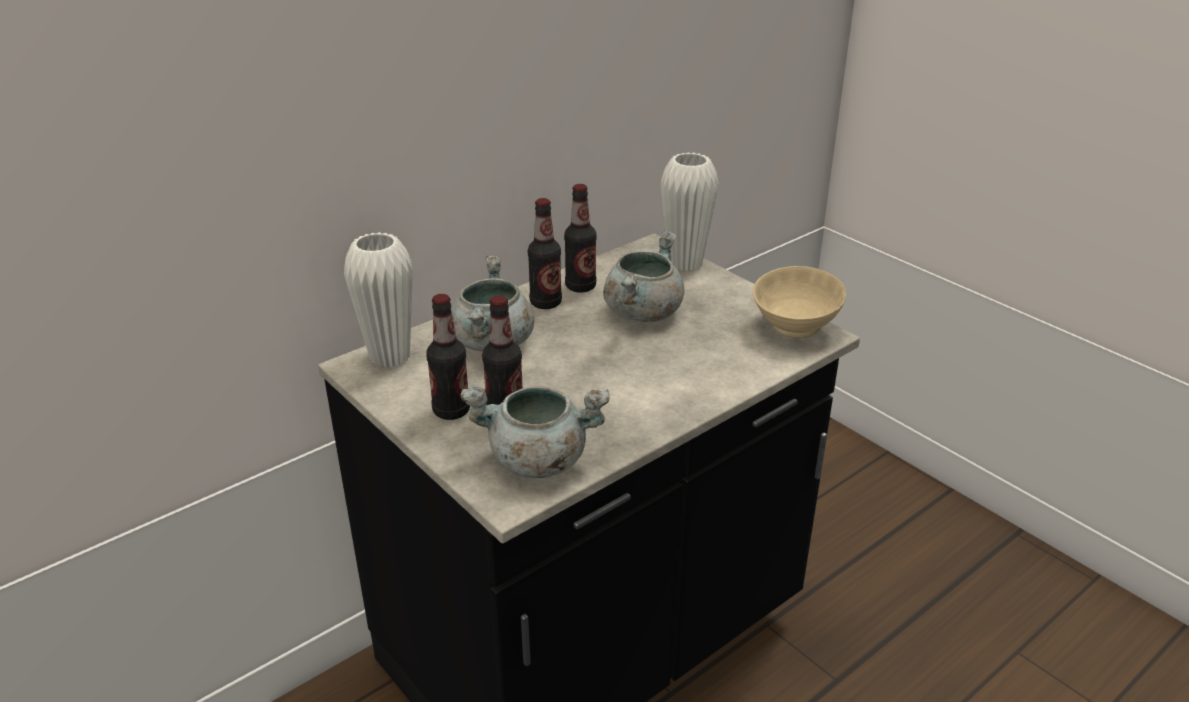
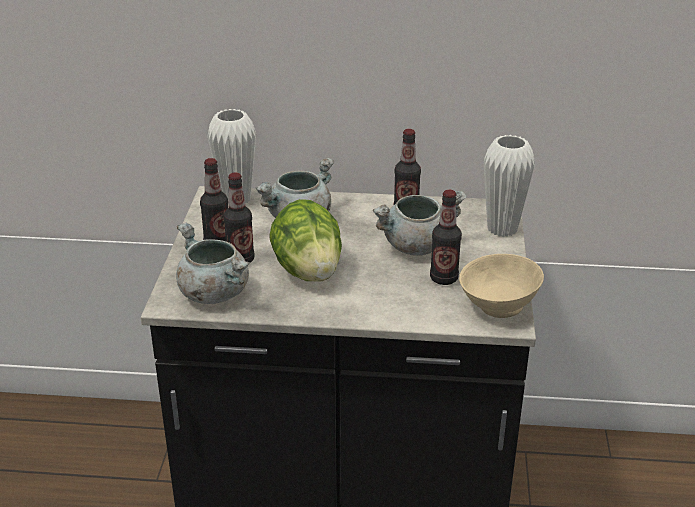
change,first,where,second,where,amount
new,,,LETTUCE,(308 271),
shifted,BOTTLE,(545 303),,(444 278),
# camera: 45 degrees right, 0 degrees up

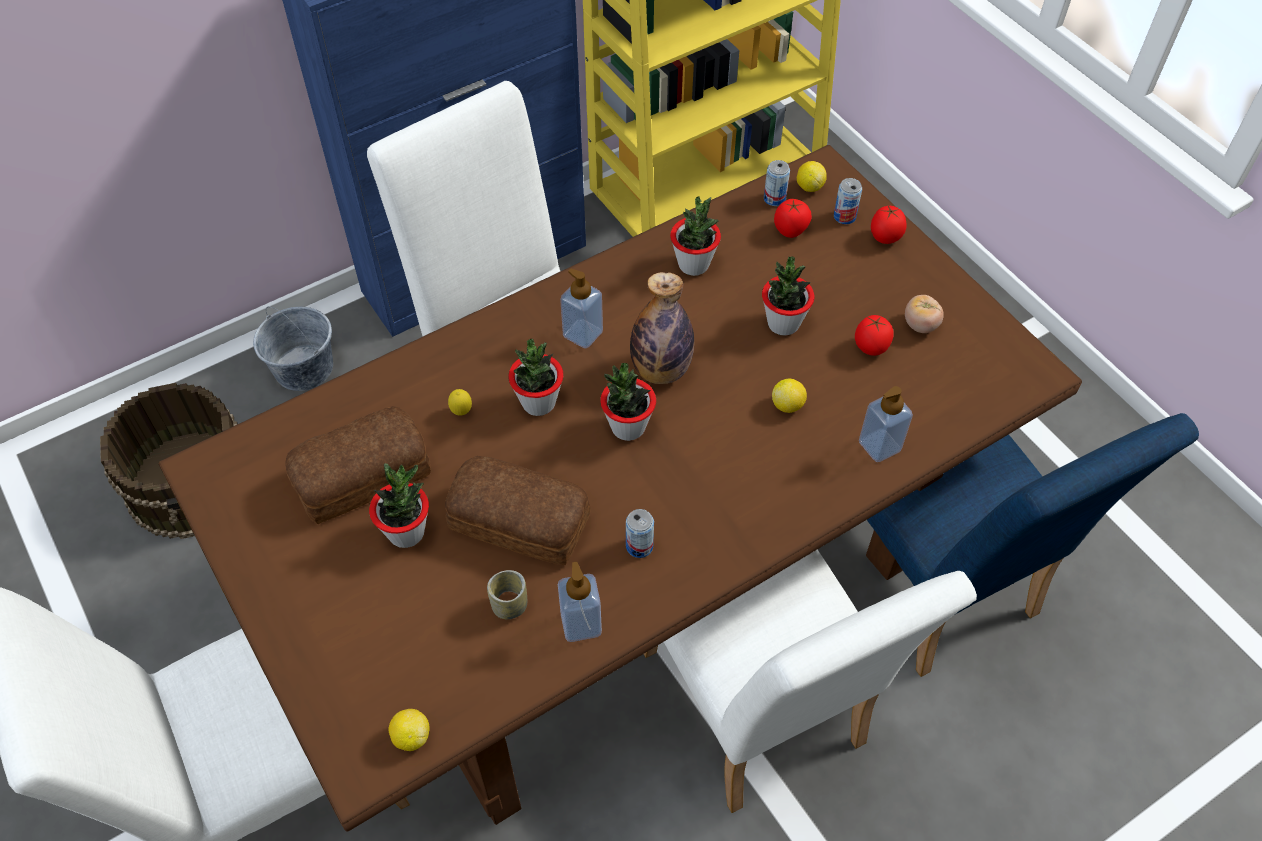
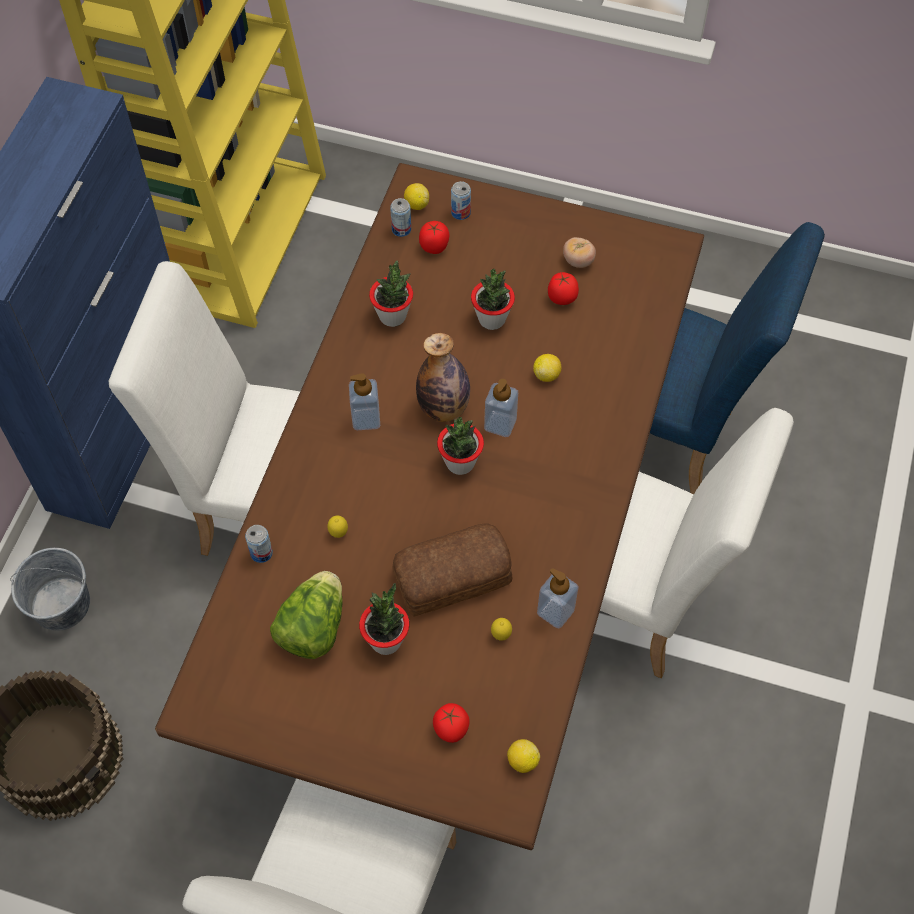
change,first,where,second,where,amount
shifted,CAN,(639 546),,(261 553),
swapped,BREAD,(359 475),LETTUCE,(313 627),
shifted,TOMATO,(884 238),,(450 729),
shifted,SOAP DISPENSER,(879 446),,(500 424),
swapped,CUP,(509 606),LEMON,(501 635),
gone,POTTED PLANT,(538 403),,,
# camera: 40 degrees left, 5 degrees up

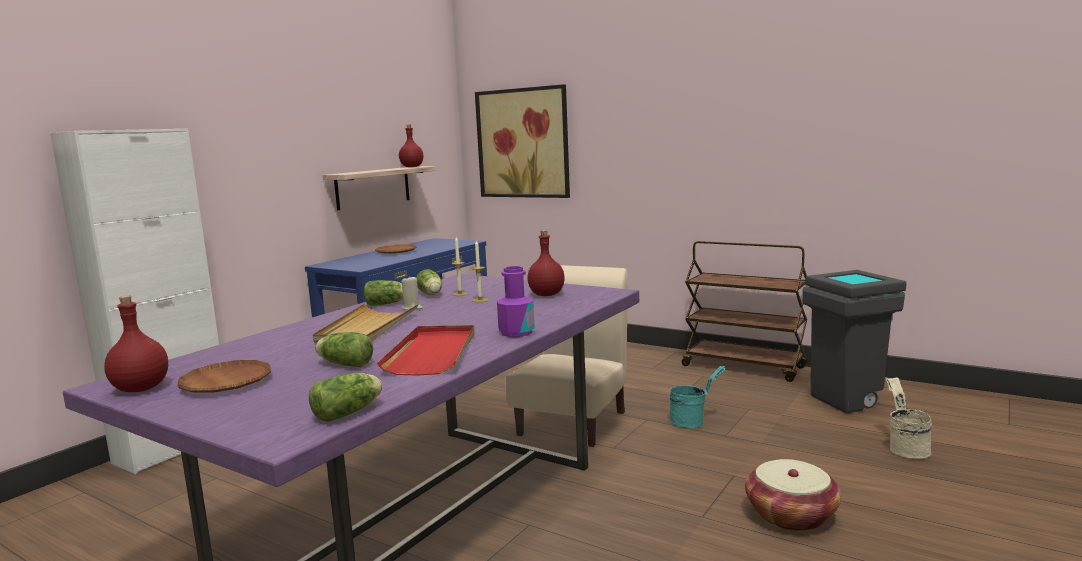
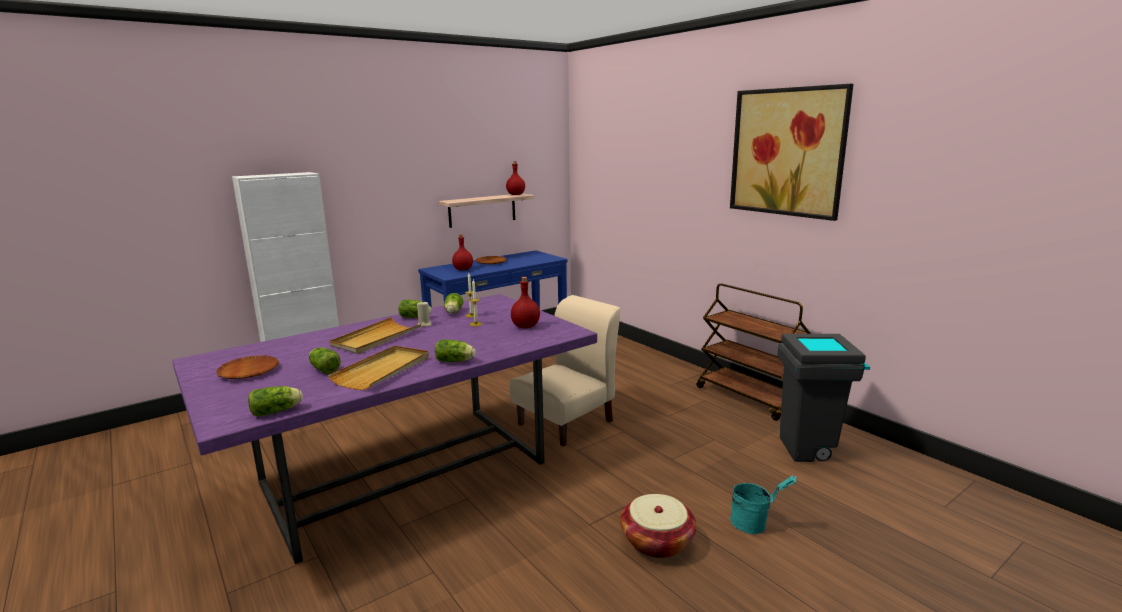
change,first,where,second,where,amount
repainted,RED TRAY,(433 353),BEIGE TRAY,(383 370),
swapped,PURPLE BOTTLE,(516 332),LETTUCE,(456 361),
shifted,RED BOTTLE,(140 388),,(463 269),
shifted,PICTURE,(523 143),,(787 152),
shifted,TURQUOISE BUCKET,(693 422),,(755 524),
gone,BEIGE BUCKET,(905 448),,,
# camera: 20 degrees right, 5 degrees up

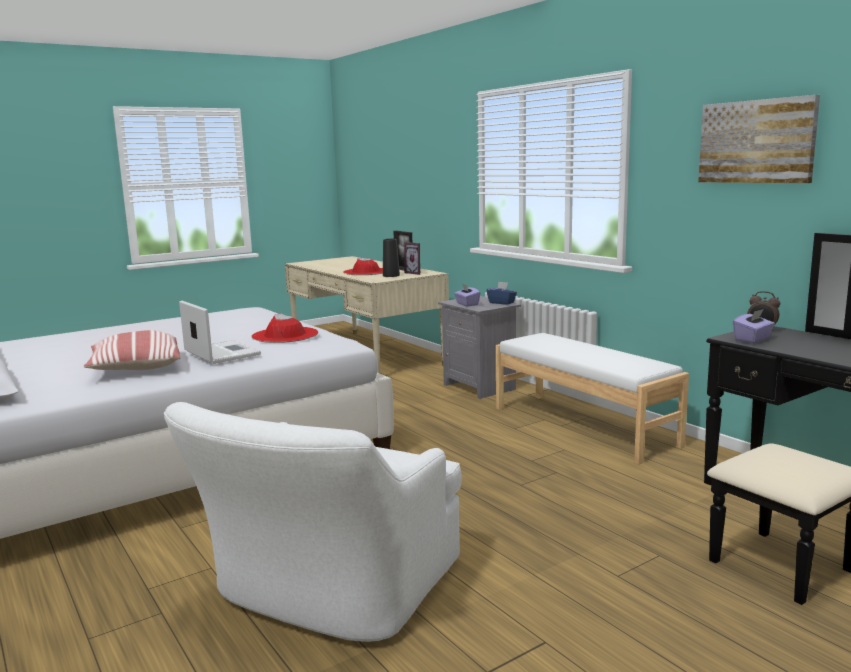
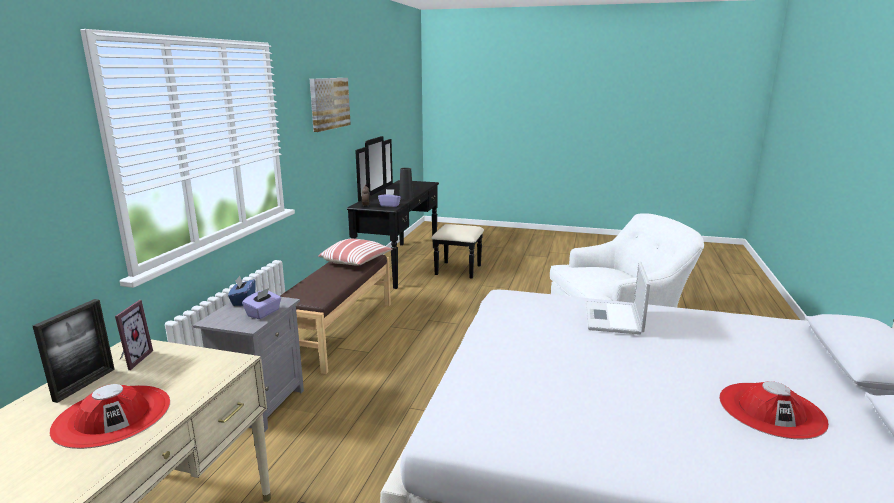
change,first,where,second,where,amount
repainted,WHITE BENCH,(583 426),BROWN BENCH,(338 331),
shifted,PILLOW,(135 368),,(356 262),
shifted,BLACK VASE,(391 275),,(406 197),
shifted,RED HAT,(285 335),,(771 410),
# camera: 130 degrees left, 5 degrees up

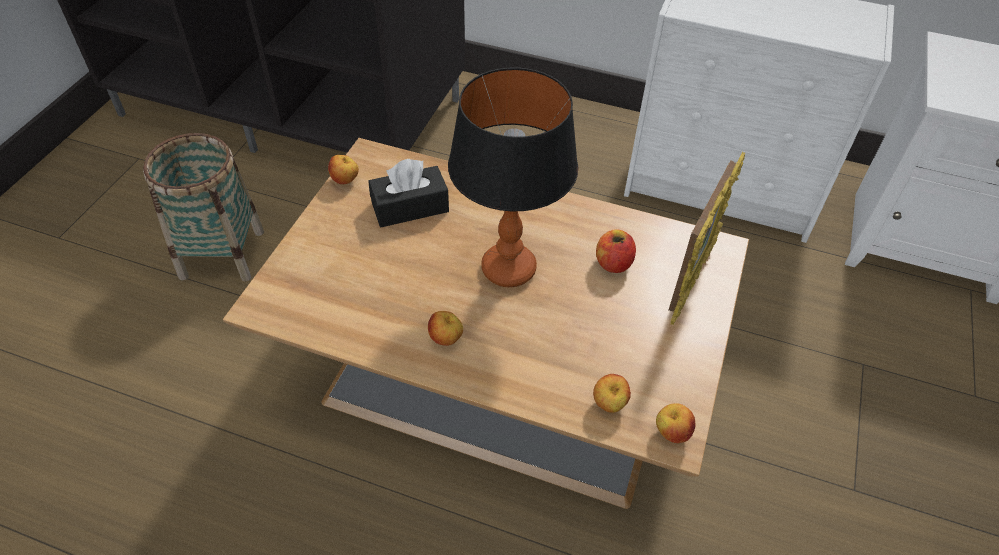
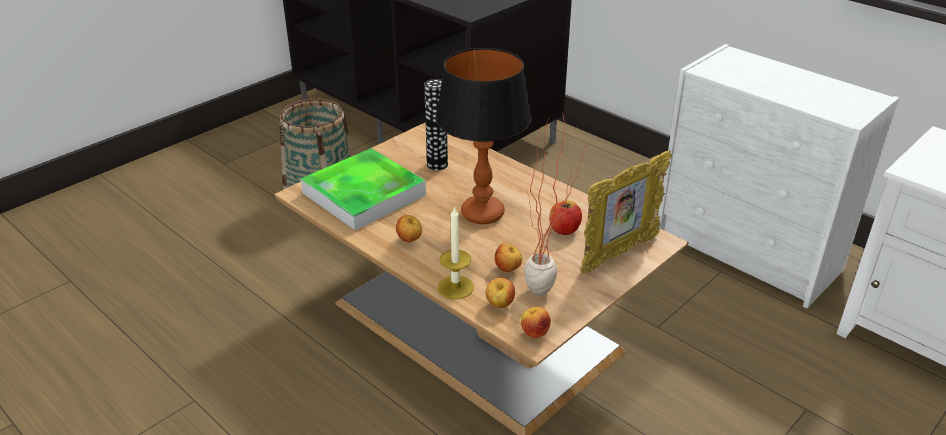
change,first,where,second,where,amount
new,,,TRAY,(364 194),
swapped,BLACK TISSUE BOX,(410 207),VASE,(437 164),
new,,,CANDLE,(455 287),
shifted,APPLE,(345 181),,(508 269),
new,,,POTTED PLANT,(549 294),
# camera: 25 degrees right, 15 degrees down

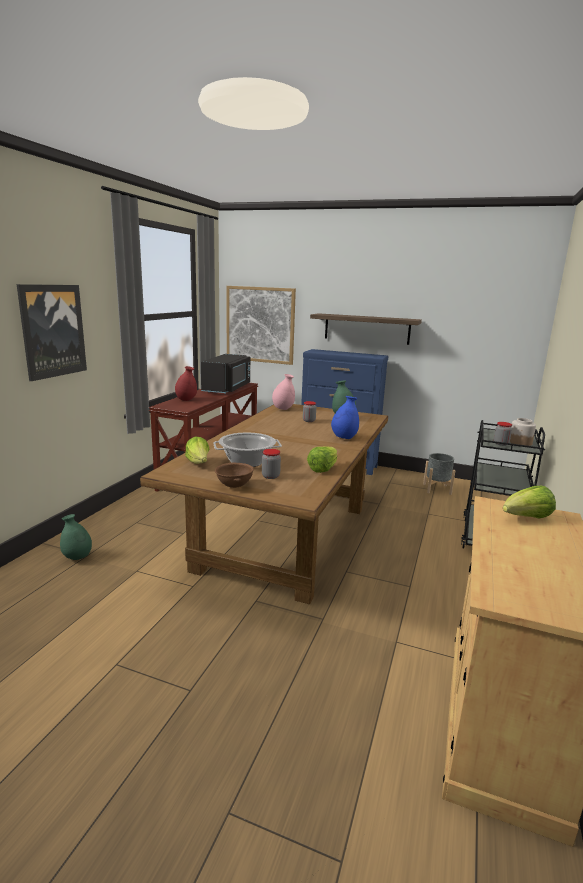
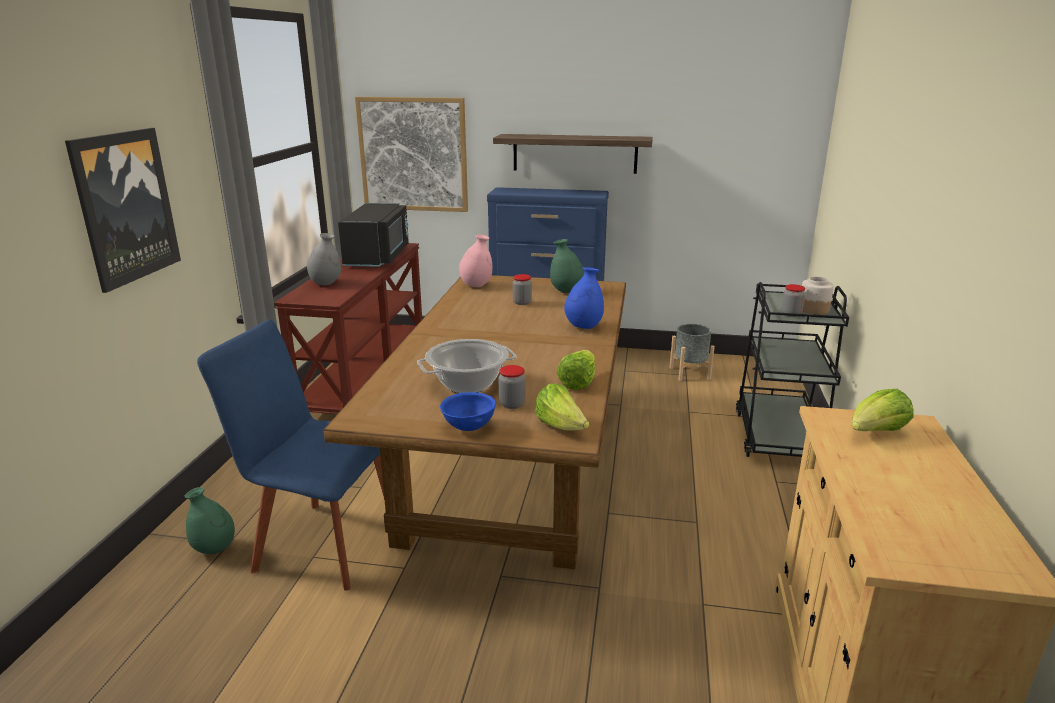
change,first,where,second,where,amount
new,,,BLUE CHAIR,(321 543),
repainted,RED VASE,(186 400),GREY VASE,(326 283),
repainted,BROWN BOWL,(234 486),BLUE BOWL,(468 428),
shifted,LETTUCE,(198 463),,(561 427),
# camera: 10 degrees left, 5 degrees up

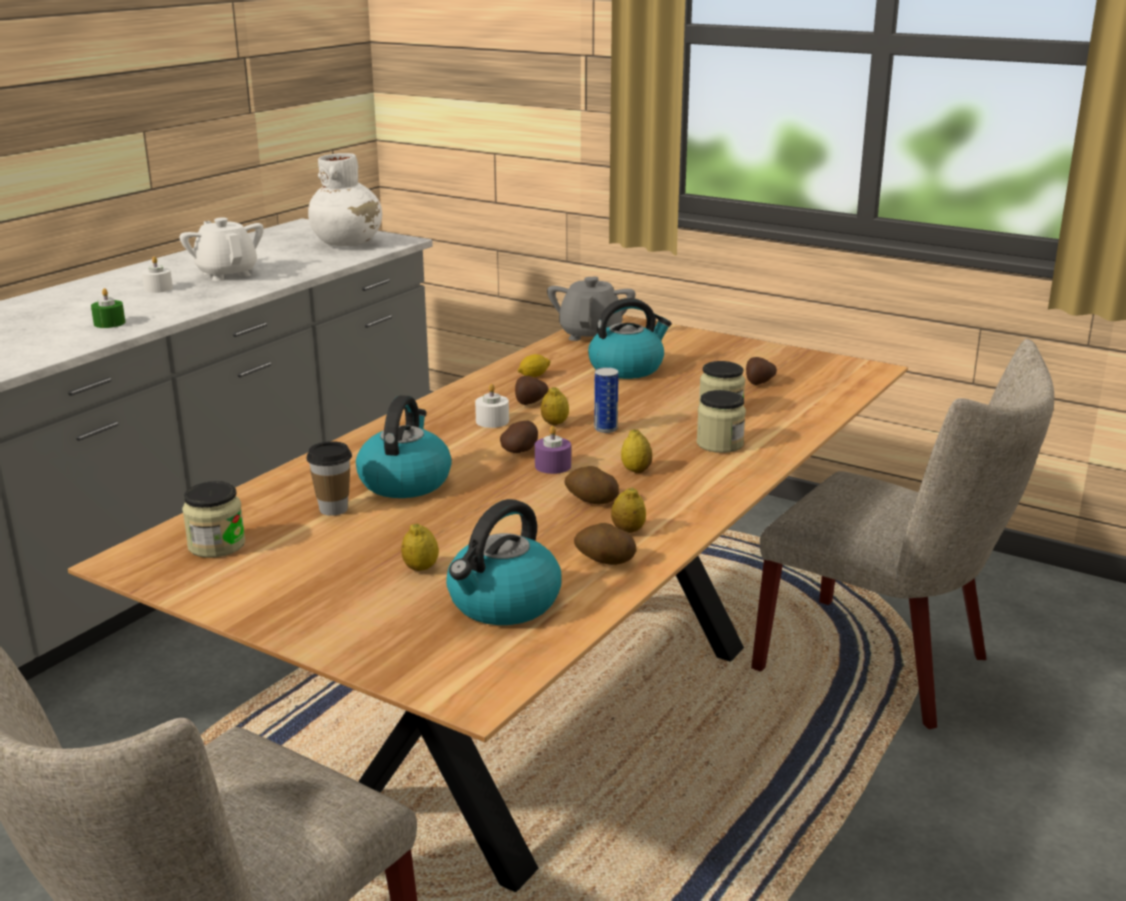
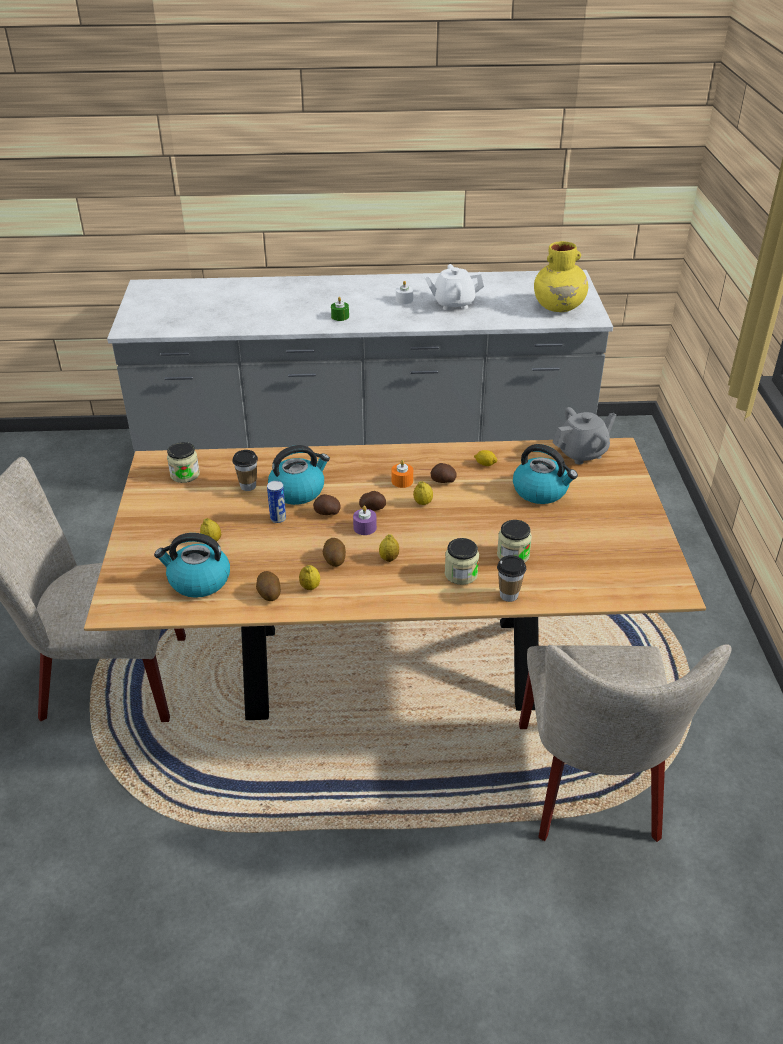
change,first,where,second,where,amount
shifted,CAN,(605 429),,(278 518),
shifted,POTATO,(758 383),,(327 513),
repainted,WHITE CANDLE,(492 421),ORANGE CANDLE,(402 481),
rotated,WHITE TEAPOT,(227 274),,(453 303),120 degrees counterclockwise
new,,,CUP,(509 595),
repainted,WHITE VASE,(348 243),YELLOW VASE,(559 307),
# camera: 55 degrees right, 15 degrees up

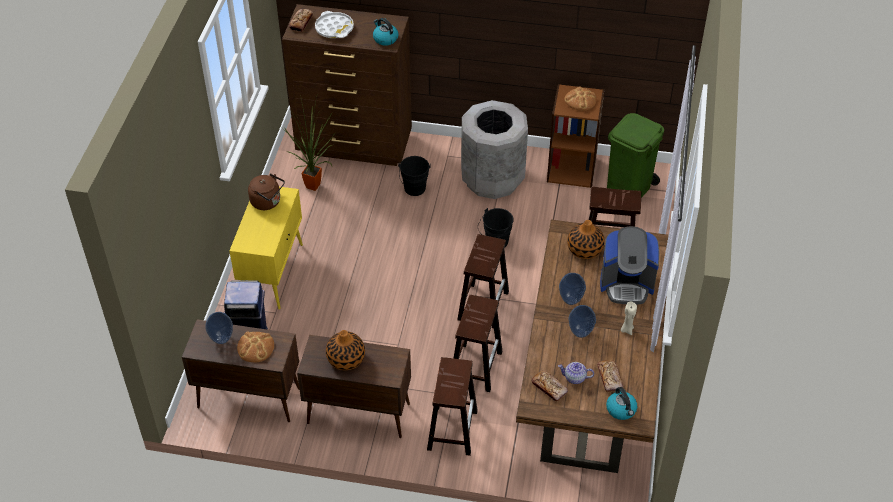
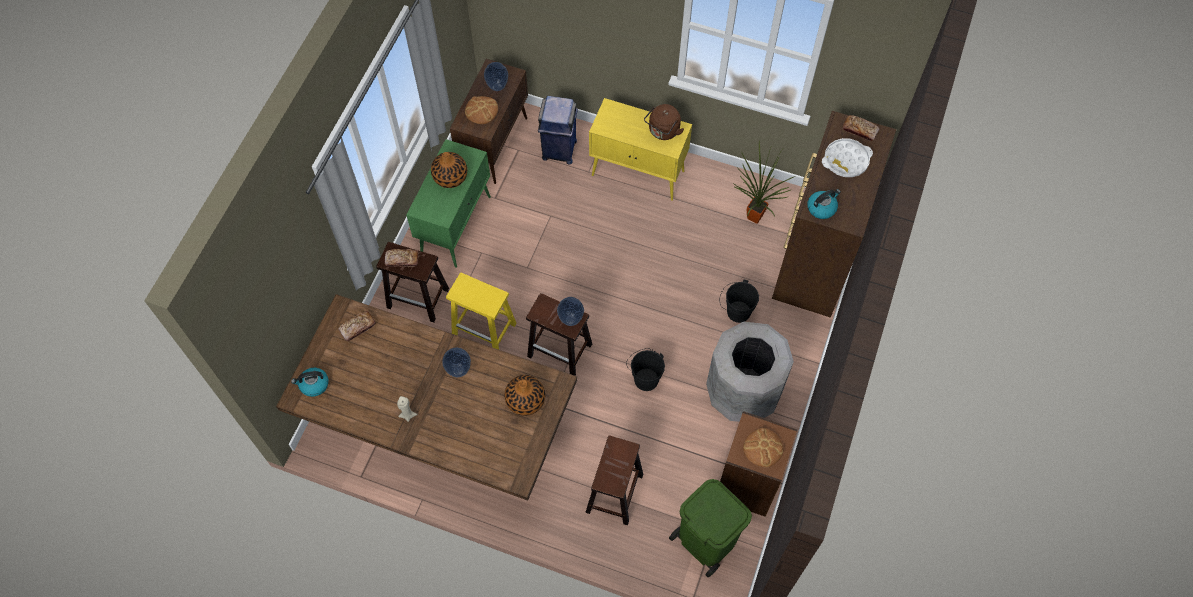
change,first,where,second,where,amount
shifted,BREAD,(609 378),,(402 260),
repainted,BROWN CABINET,(357 413),GREEN CABINET,(456 225),
repainted,BROWN STOOL,(476 366),YELLOW STOOL,(485 330),
shifted,VASE,(580 333),,(570 319),
gone,TEAPOT,(574 378),,,
gone,COFFEE MACHINE,(627 284),,,
# camera: 100 degrees right, 15 degrees up

